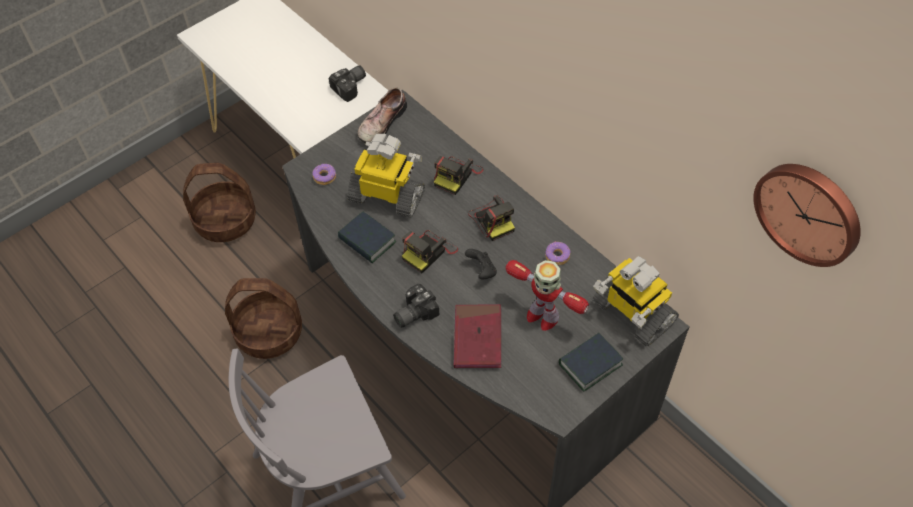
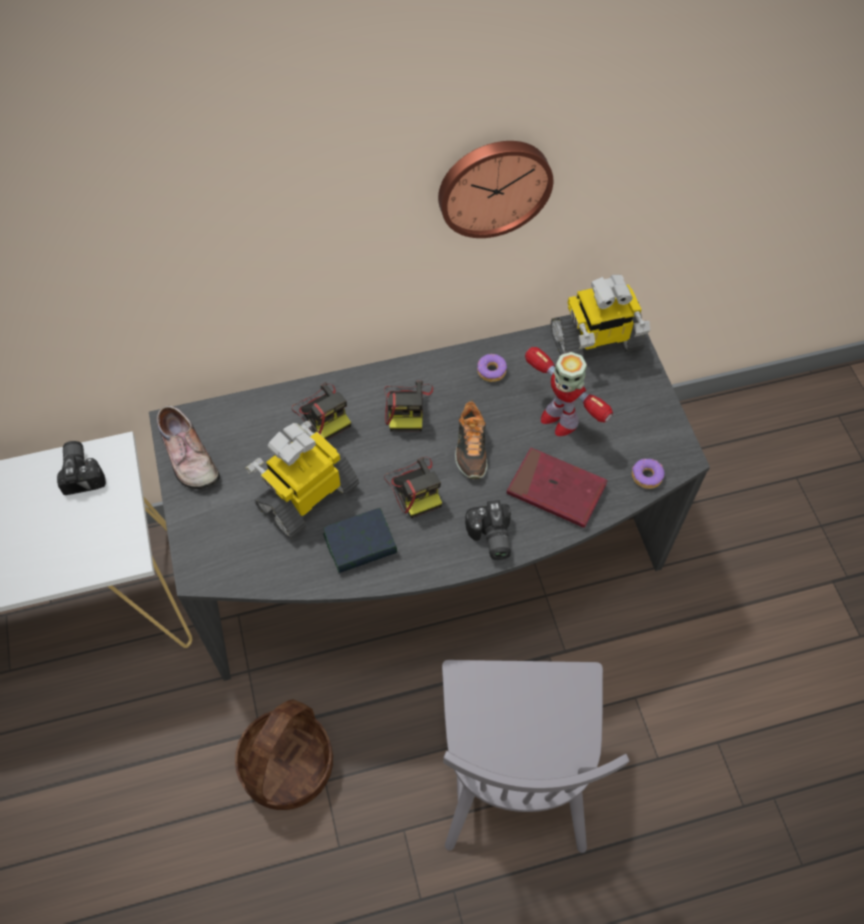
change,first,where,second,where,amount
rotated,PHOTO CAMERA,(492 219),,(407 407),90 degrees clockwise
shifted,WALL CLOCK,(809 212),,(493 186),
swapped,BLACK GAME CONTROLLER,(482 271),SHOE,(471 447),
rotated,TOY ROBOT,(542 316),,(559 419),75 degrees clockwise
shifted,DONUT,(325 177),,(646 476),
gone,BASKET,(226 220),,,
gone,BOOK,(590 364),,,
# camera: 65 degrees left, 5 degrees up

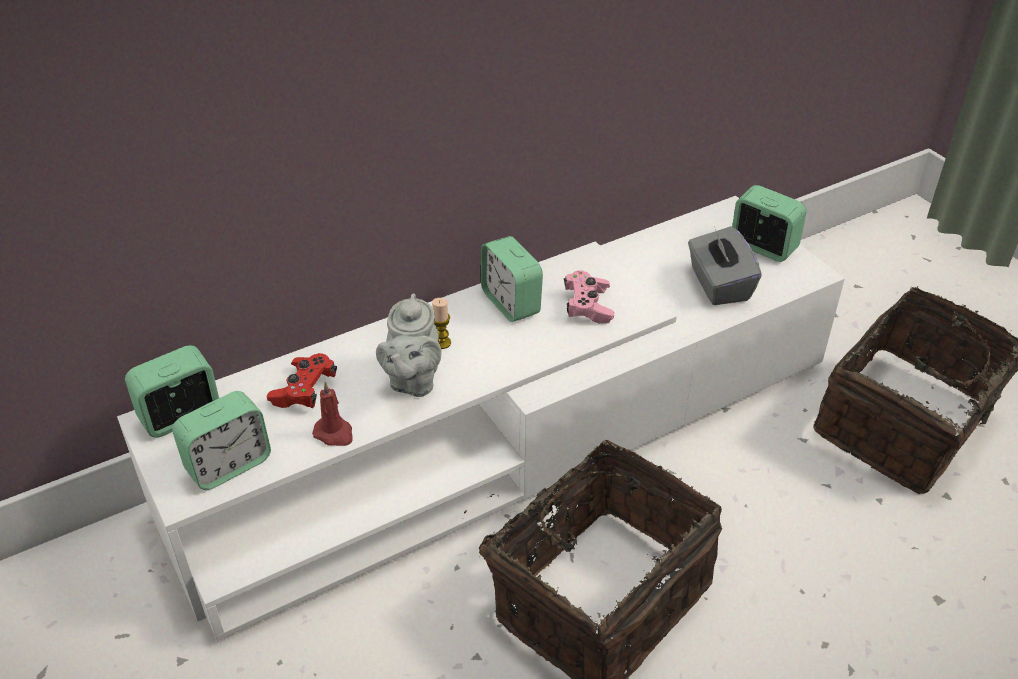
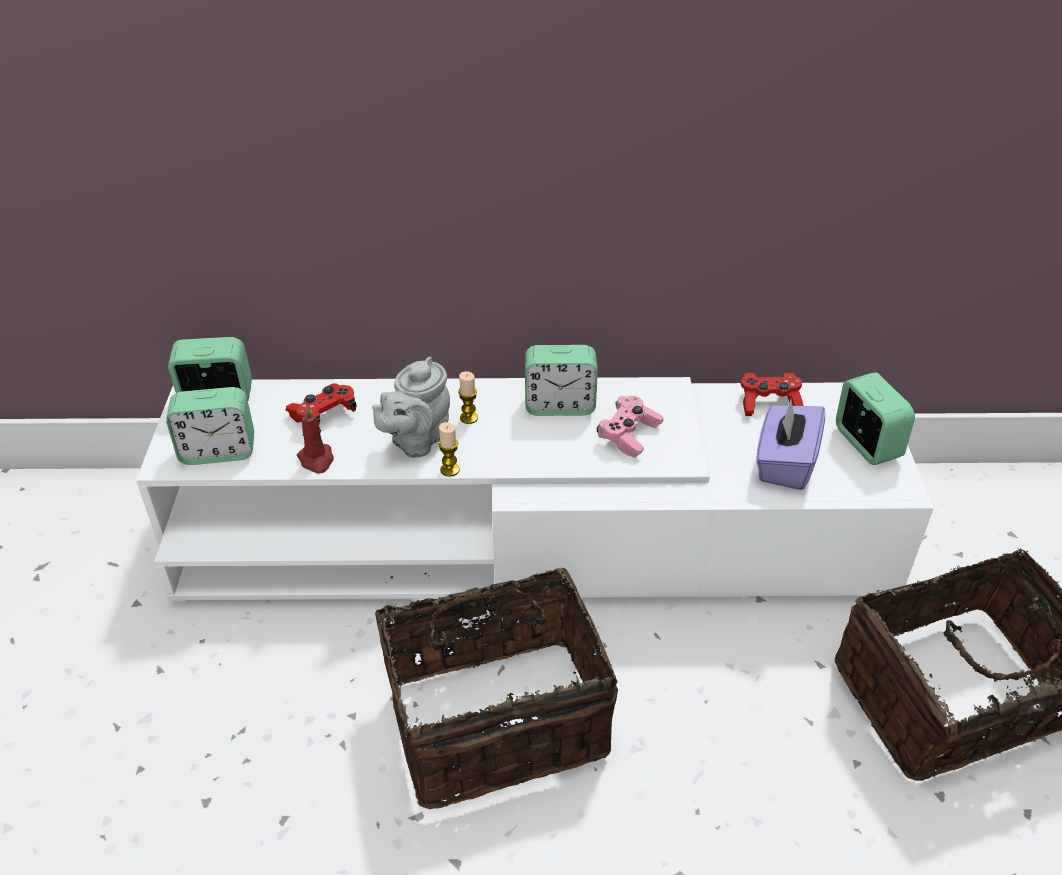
change,first,where,second,where,amount
new,,,CANDLE,(450 469),
rotated,ALARM CLOCK,(511 303),,(560 405),90 degrees counterclockwise
new,,,RED GAME CONTROLLER,(769 404),
repainted,GREY TISSUE BOX,(718 285),PURPLE TISSUE BOX,(784 463),
# camera: 30 degrees right, 0 degrees up

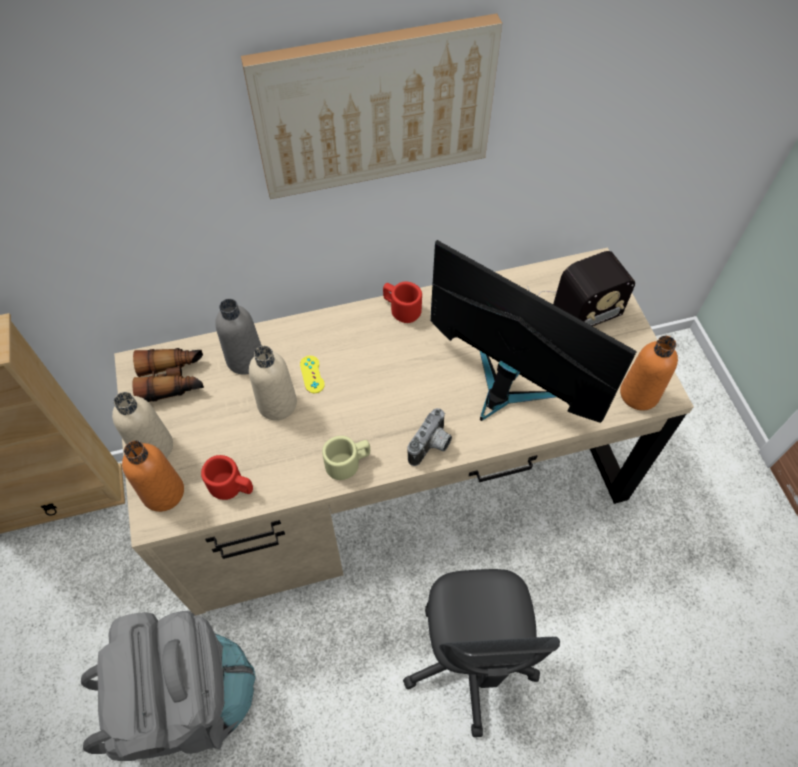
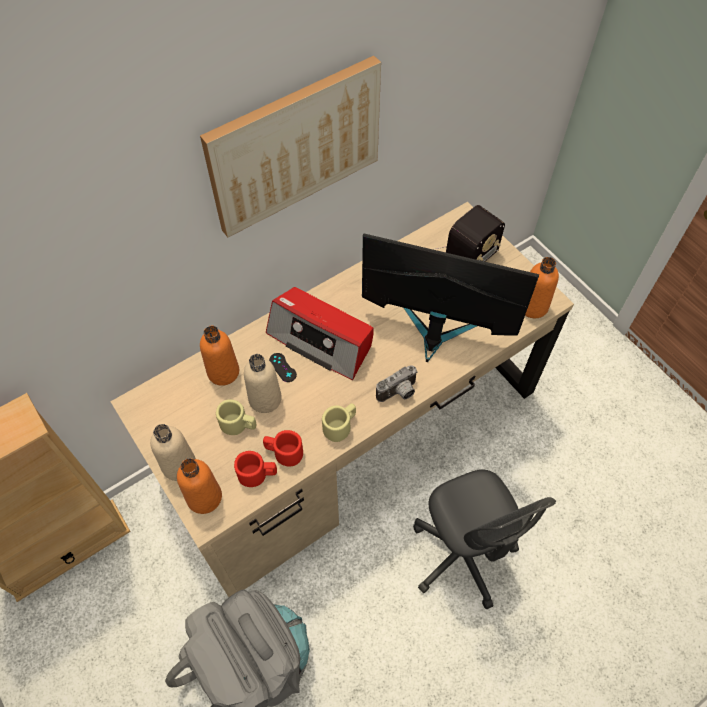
change,first,where,second,where,amount
repainted,GREY BOTTLE,(245 359),ORANGE BOTTLE,(223 372),
new,,,BEIGE MUG,(238 424),
shifted,RED MUG,(401 308),,(283 452),
new,,,RADIO,(321 340),
repainted,YELLOW GAME CONTROLLER,(312 374),BLACK GAME CONTROLLER,(282 367),
rotated,PHOTO CAMERA,(432 446),,(399 393),45 degrees clockwise
gone,BINOCULARS,(173 379),,,
# camera: 20 degrees left, 0 degrees up

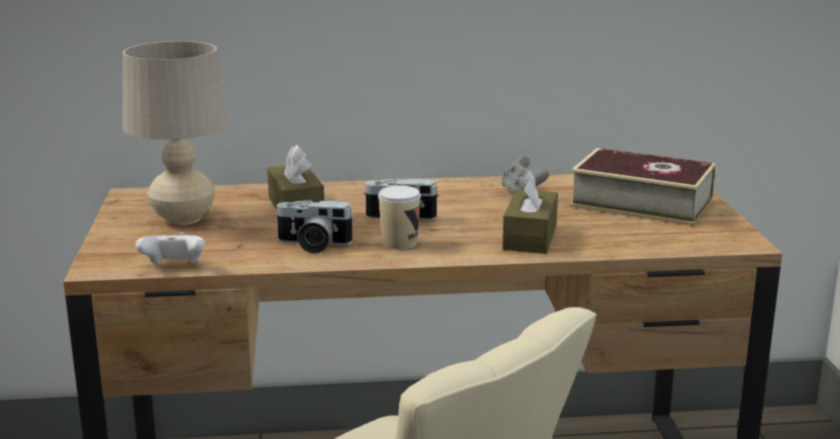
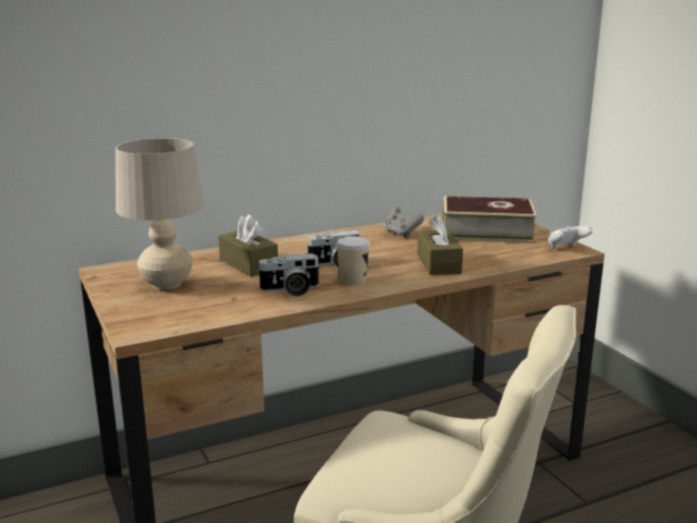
change,first,where,second,where,amount
shifted,WHITE GAME CONTROLLER,(174 267),,(566 249),
# camera: 20 degrees left, 0 degrees up

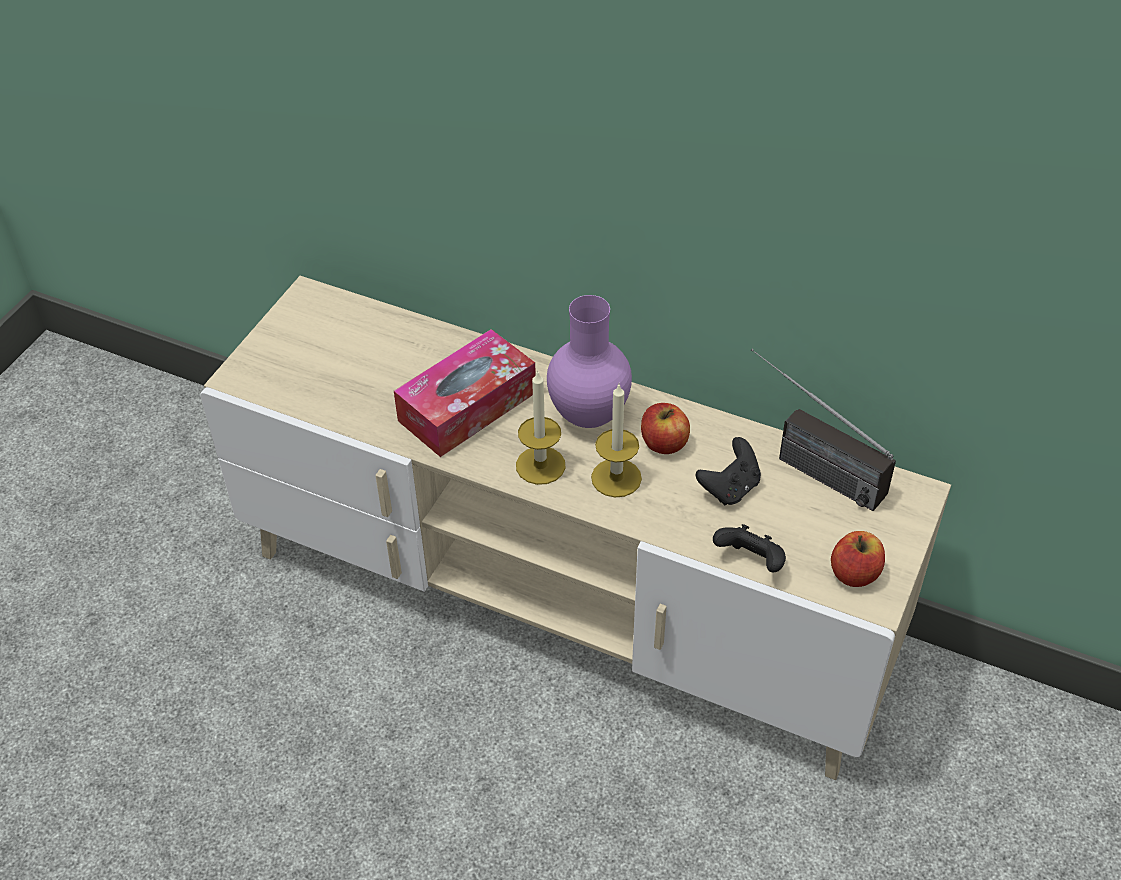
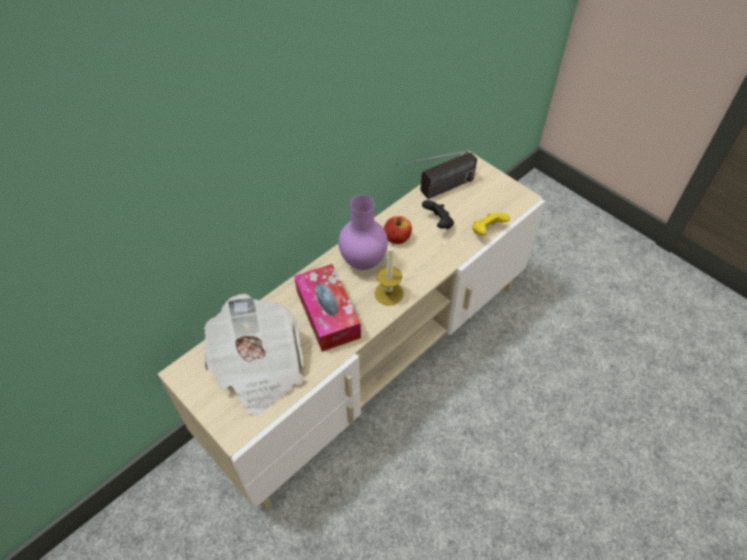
change,first,where,second,where,amount
new,,,NEWSPAPER,(258 368),
repainted,BLACK GAME CONTROLLER,(750 562),YELLOW GAME CONTROLLER,(487 231),
gone,CANDLE,(616 478),,,
gone,APPLE,(855 574),,,
# camera: 70 degrees left, 5 degrees up

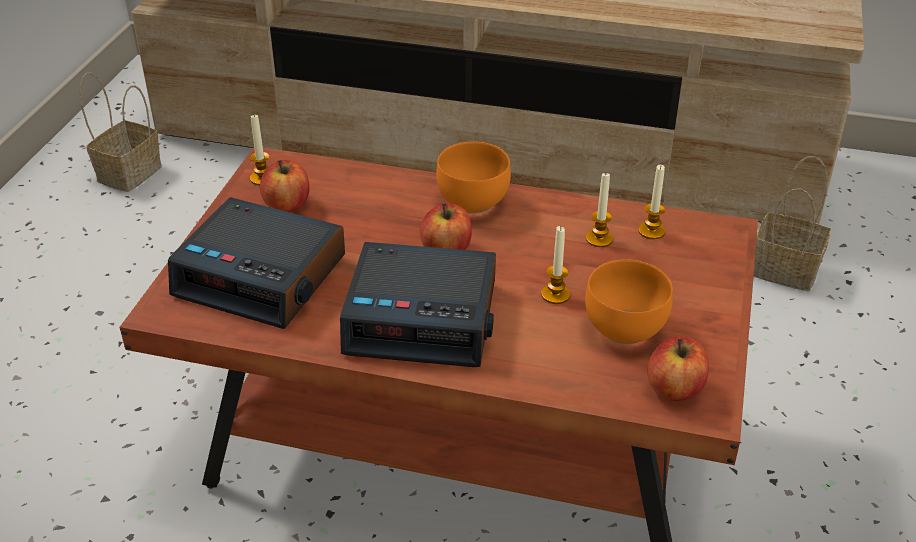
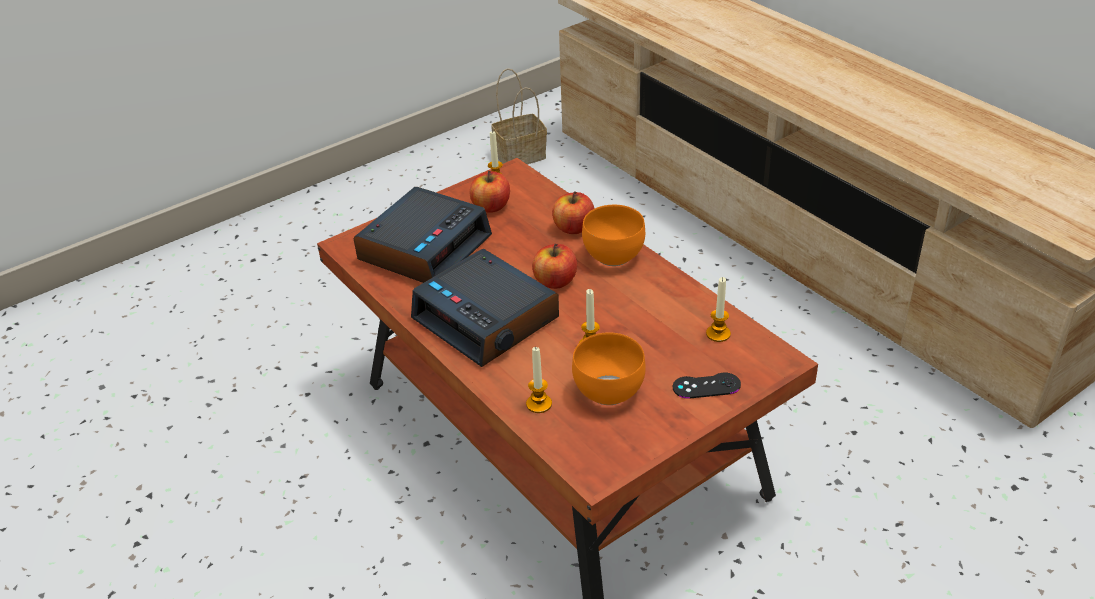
change,first,where,second,where,amount
rotated,ALARM CLOCK,(262 276),,(425 247),120 degrees counterclockwise
shifted,CANDLE,(599 239),,(539 404),
shifted,APPLE,(675 388),,(574 228),
new,,,BLACK GAME CONTROLLER,(706 386),
gone,BASKET,(782 270),,,
# camera: 40 degrees right, 0 degrees up

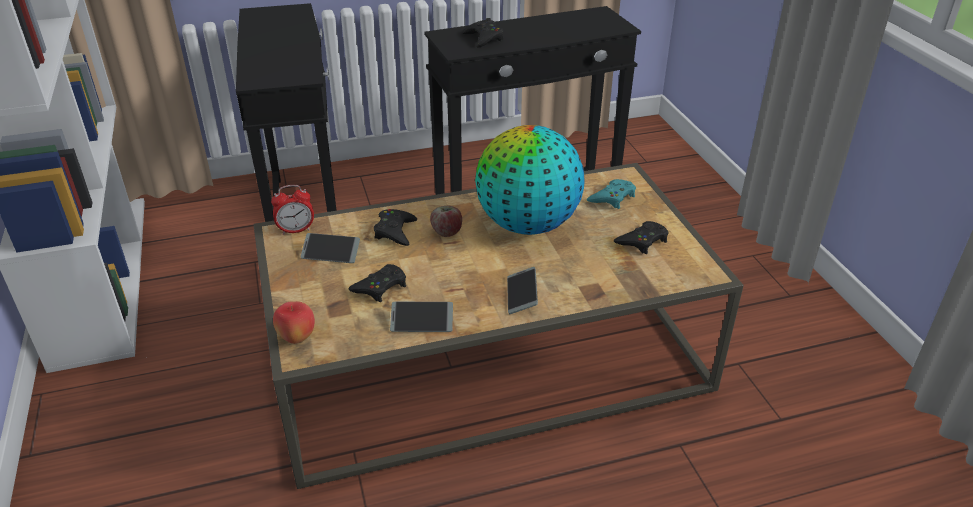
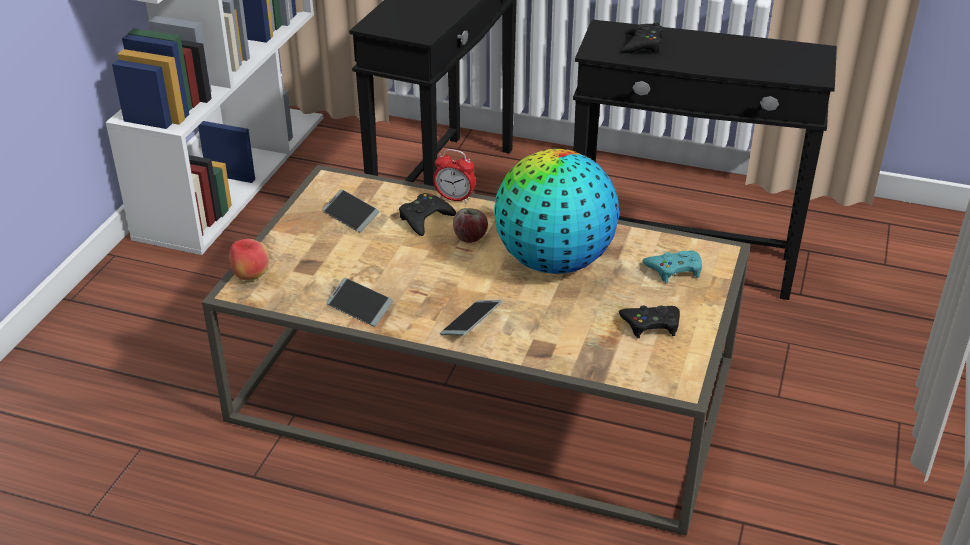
change,first,where,second,where,amount
shifted,ALARM CLOCK,(296 230),,(454 198),
gone,BLACK GAME CONTROLLER,(380 287),,,
# camera: 35 degrees right, 0 degrees up

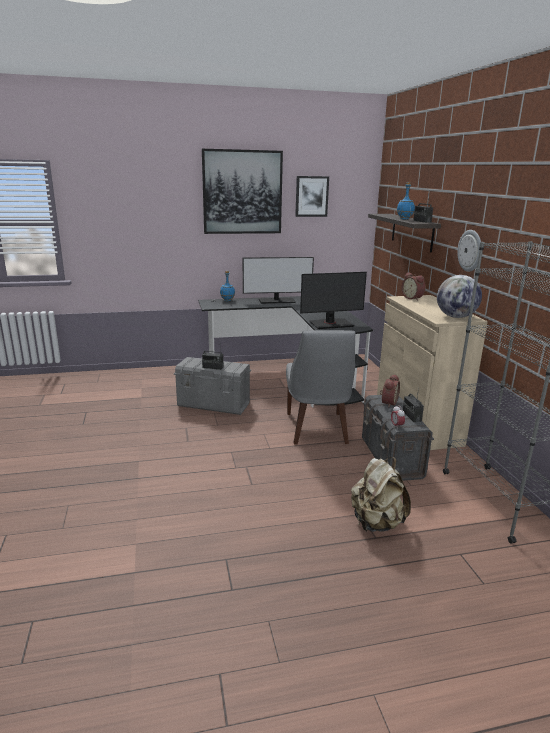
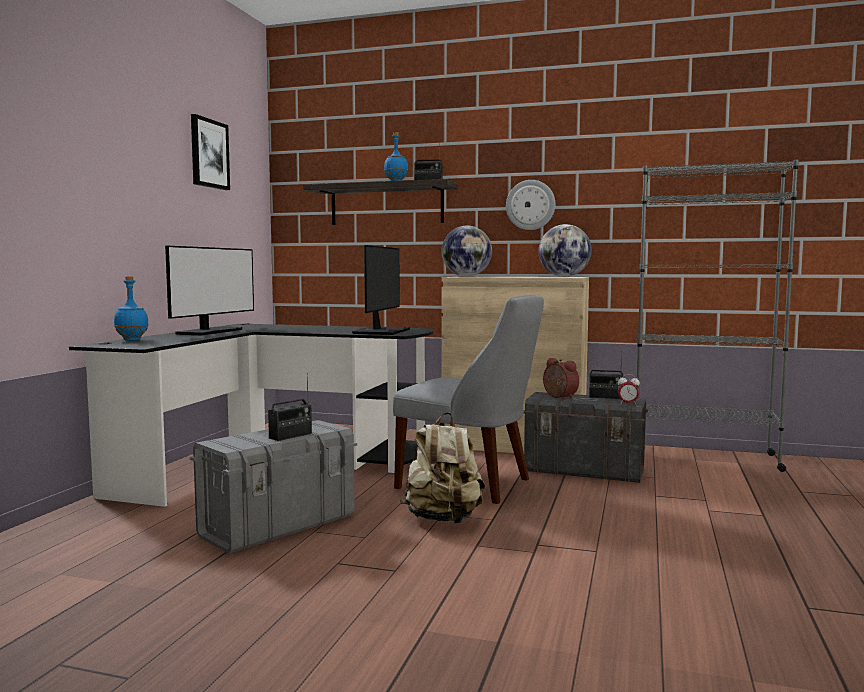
change,first,where,second,where,amount
shifted,BEIGE BACKPACK,(376 523),,(443 520),
swapped,ALARM CLOCK,(413 298),GLOBE,(466 276),
gone,PICTURE,(242 192),,,
# camera: 60 degrees left, 15 degrees down

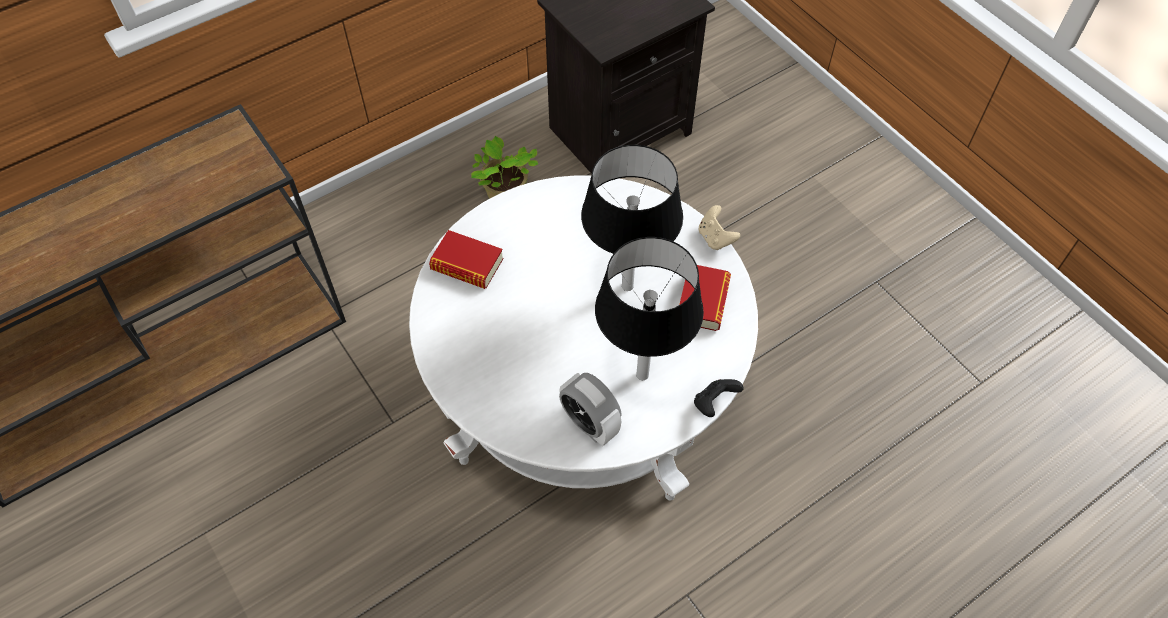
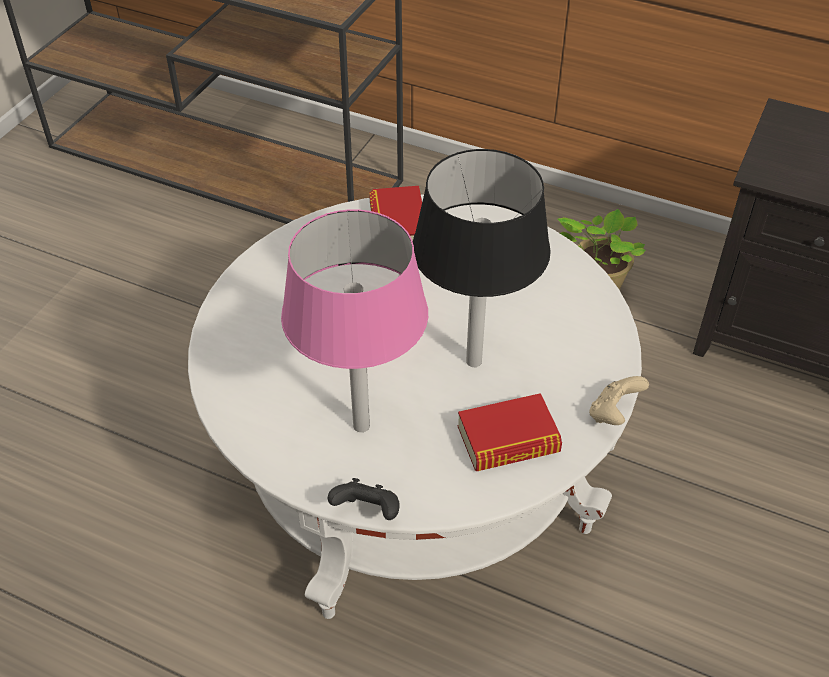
change,first,where,second,where,amount
repainted,BLACK TABLE LAMP,(642 375),PINK TABLE LAMP,(361 425),
gone,ALARM CLOCK,(590 424),,,
# camera: 60 degrees right, 10 degrees down

